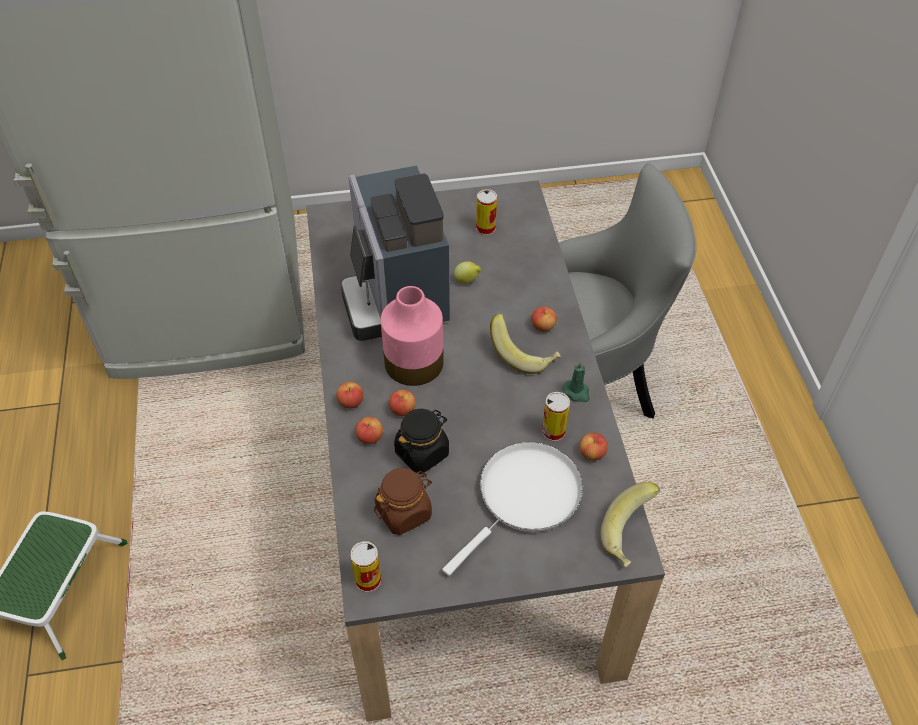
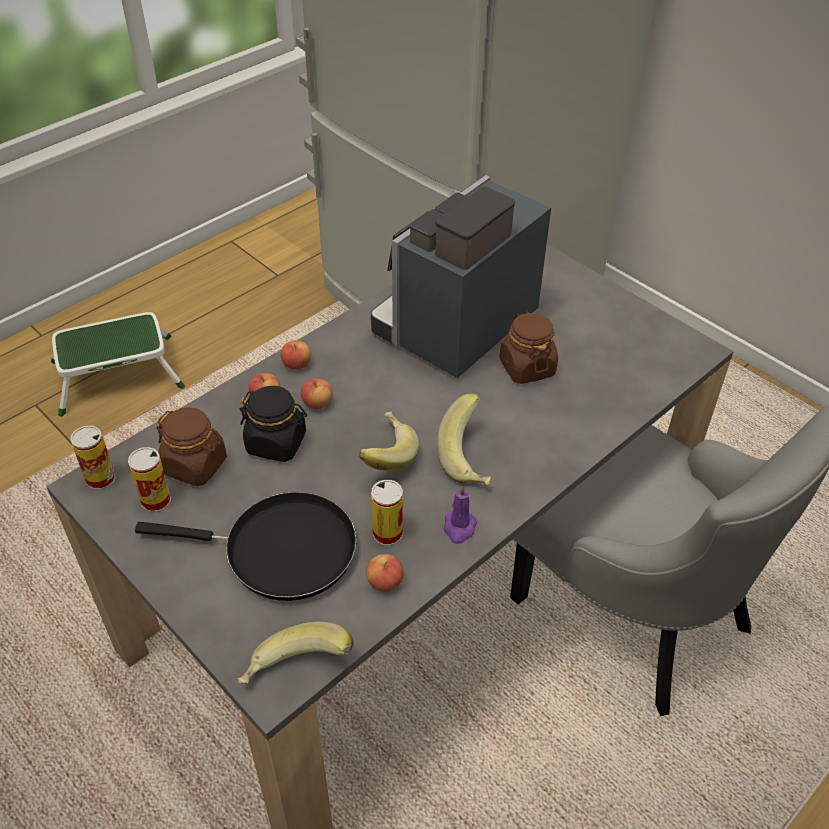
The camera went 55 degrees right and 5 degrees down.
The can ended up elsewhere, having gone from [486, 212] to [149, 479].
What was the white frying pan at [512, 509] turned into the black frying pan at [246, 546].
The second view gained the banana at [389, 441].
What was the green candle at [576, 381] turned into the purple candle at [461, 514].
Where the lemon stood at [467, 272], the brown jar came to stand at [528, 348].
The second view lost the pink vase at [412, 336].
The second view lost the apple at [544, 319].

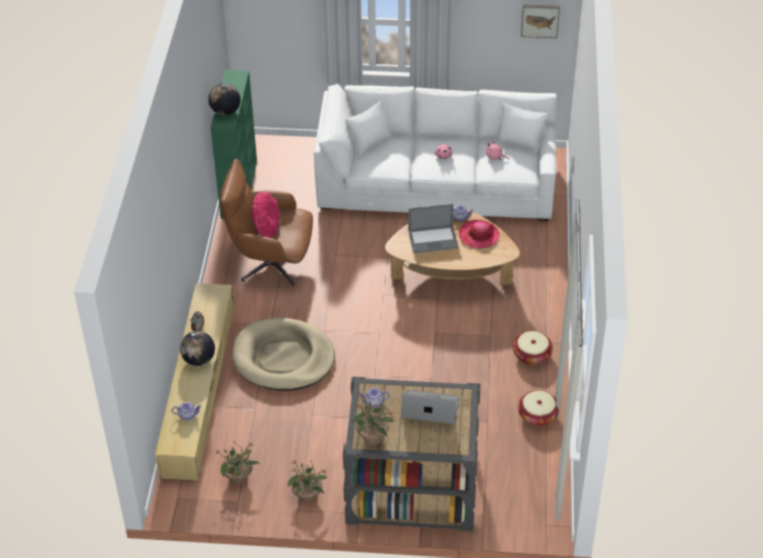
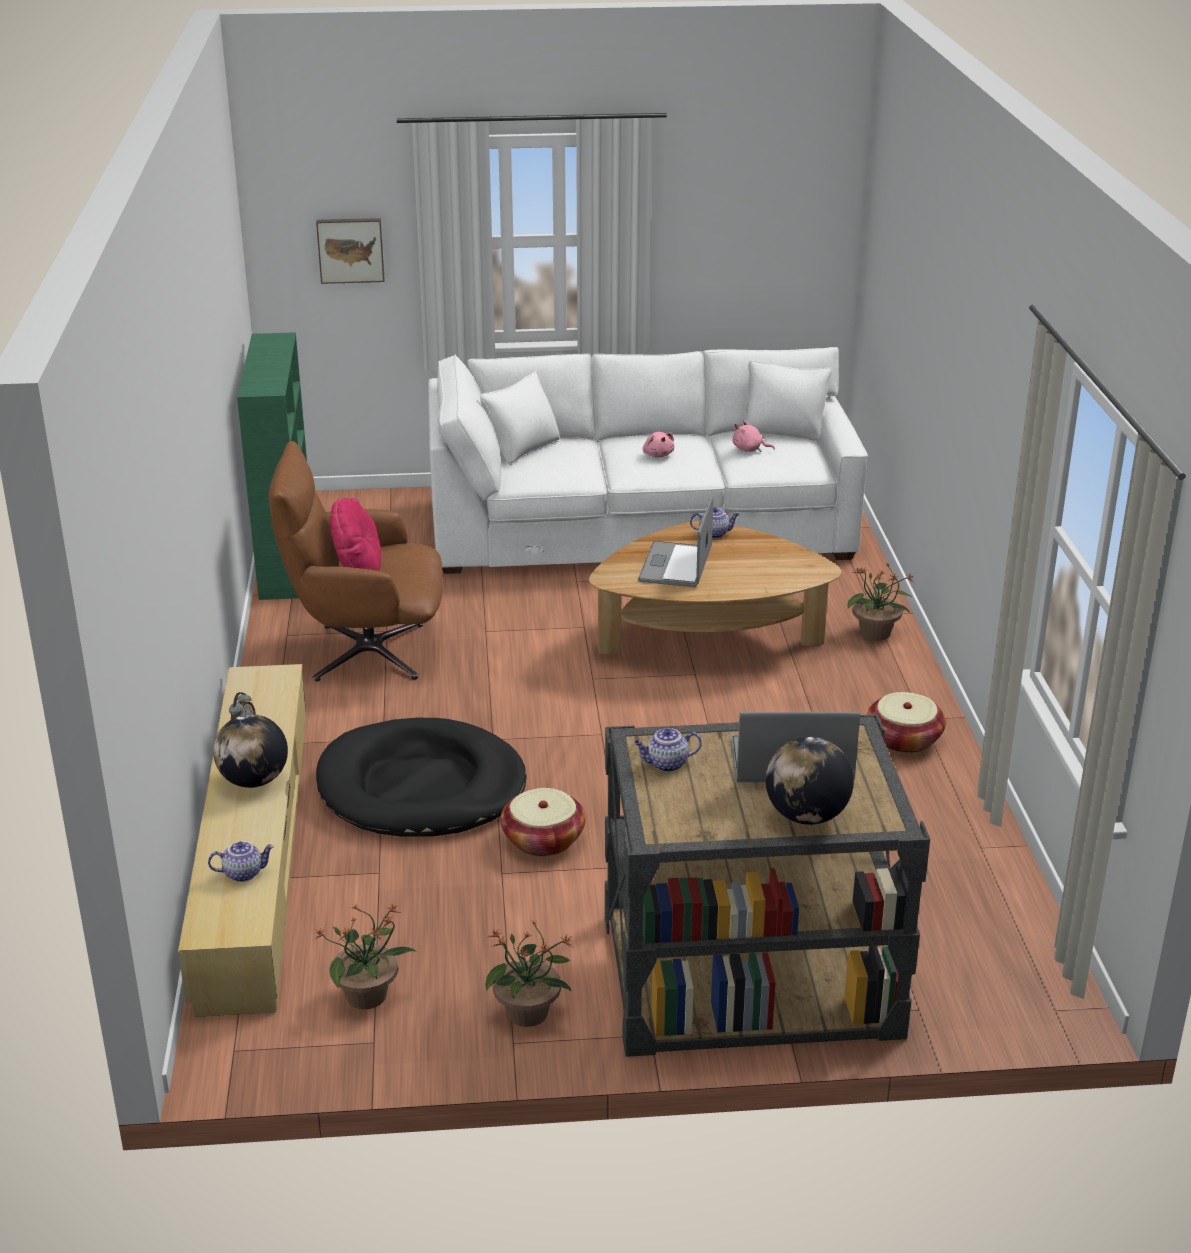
The camera went 10 degrees left and 15 degrees down.
The picture ended up elsewhere, having gone from [540, 21] to [350, 251].
What was the beige dog bed at [283, 354] turned into the black dog bed at [421, 777].
The basket ended up elsewhere, having gone from [538, 408] to [543, 822].
The laptop at [433, 228] ended up facing another way, 120 degrees clockwise from before.
The globe ended up elsewhere, having gone from [224, 99] to [809, 781].
The potted plant ended up elsewhere, having gone from [373, 421] to [881, 602].
The second view lost the hat at [479, 234].

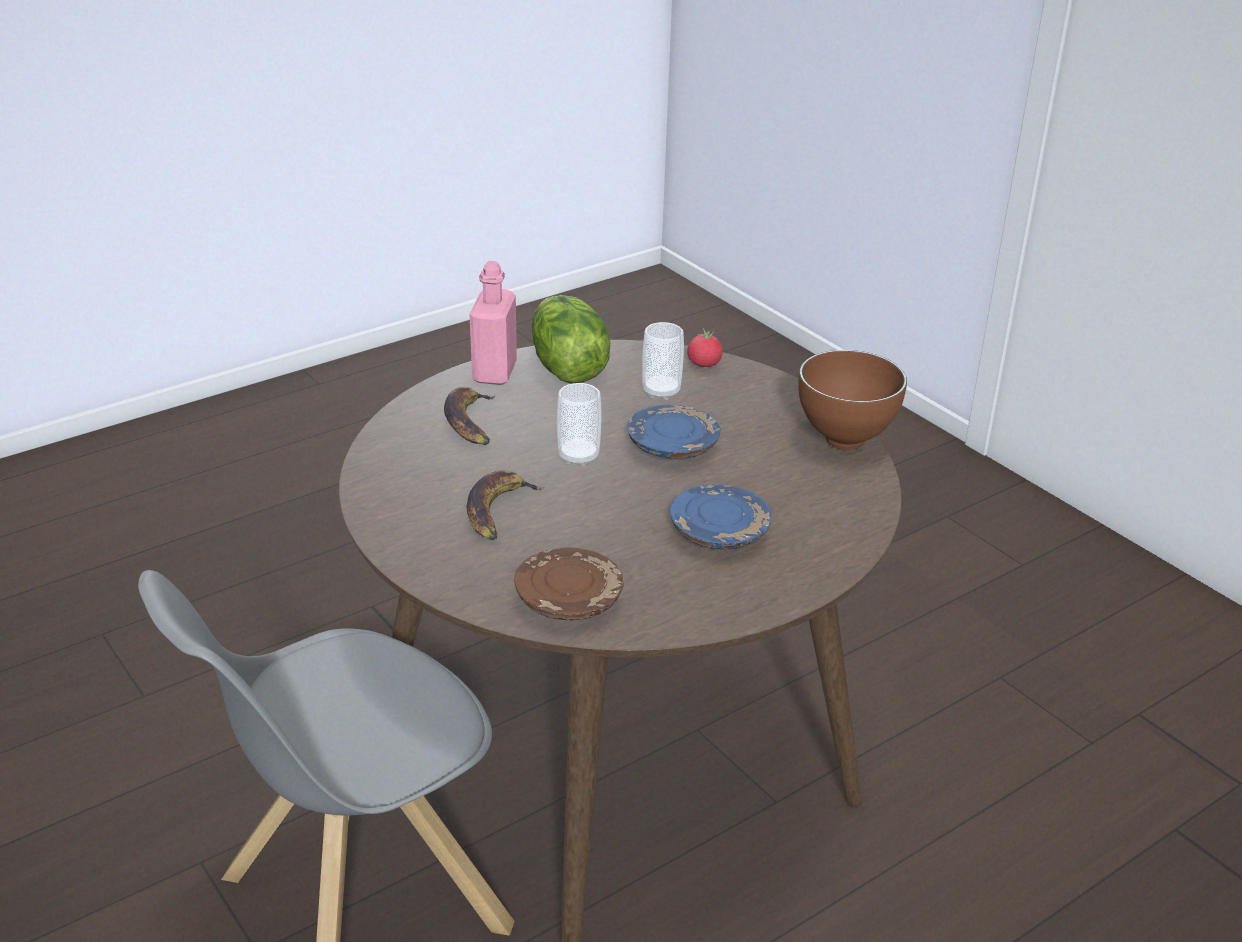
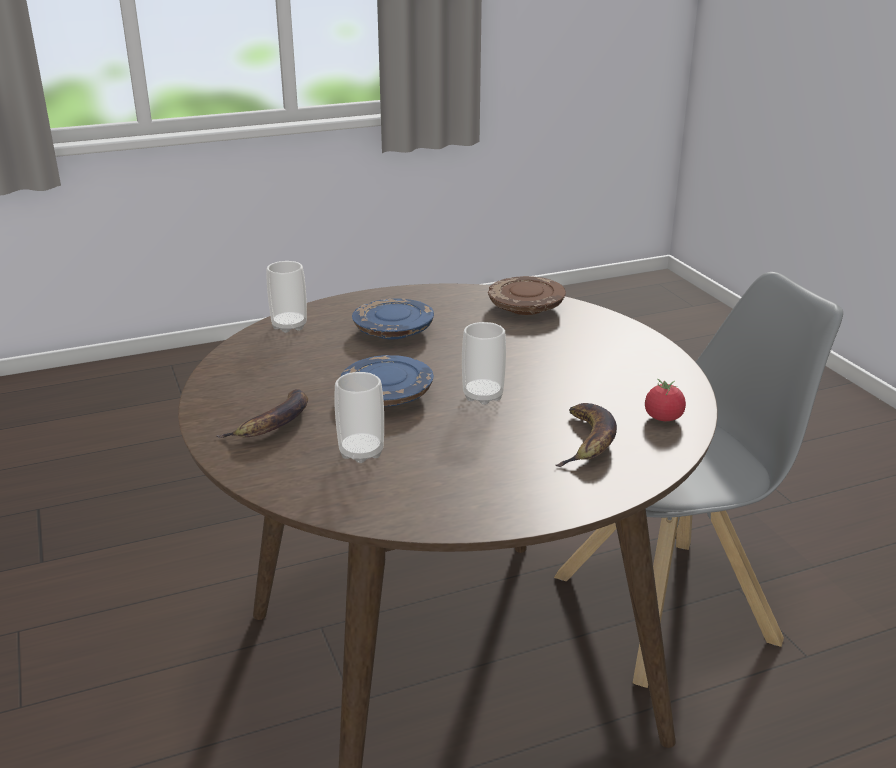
The camera went 165 degrees left and 5 degrees down.
The banana ended up elsewhere, having gone from [505, 505] to [262, 413].
The second view gained the cup at [287, 297].
The tomato ended up elsewhere, having gone from [705, 347] to [665, 400].
The second view lost the pink bottle at [493, 323].
The second view lost the lettuce at [571, 339].
The second view lost the brown bowl at [852, 400].

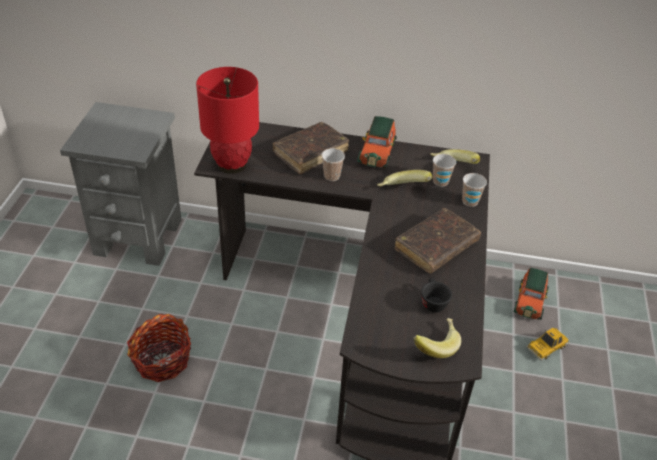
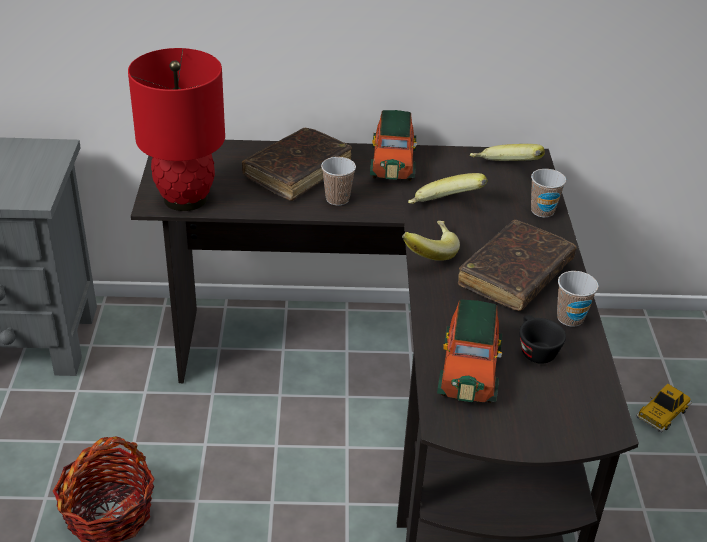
The camera went 10 degrees left and 5 degrees down.
The banana ended up elsewhere, having gone from [437, 338] to [431, 241].
The toy car ended up elsewhere, having gone from [531, 294] to [469, 351].
The cup ended up elsewhere, having gone from [444, 170] to [578, 299].

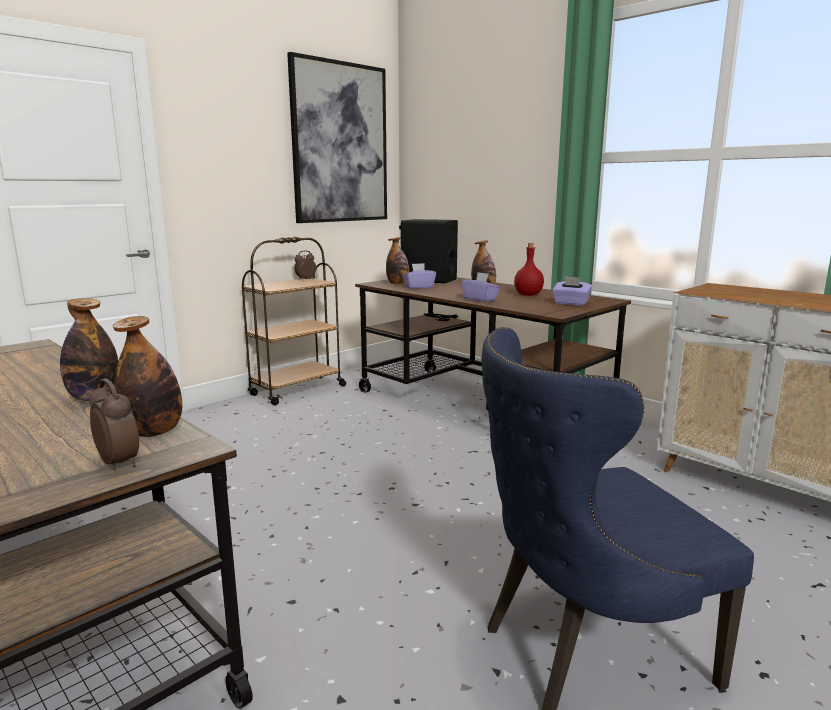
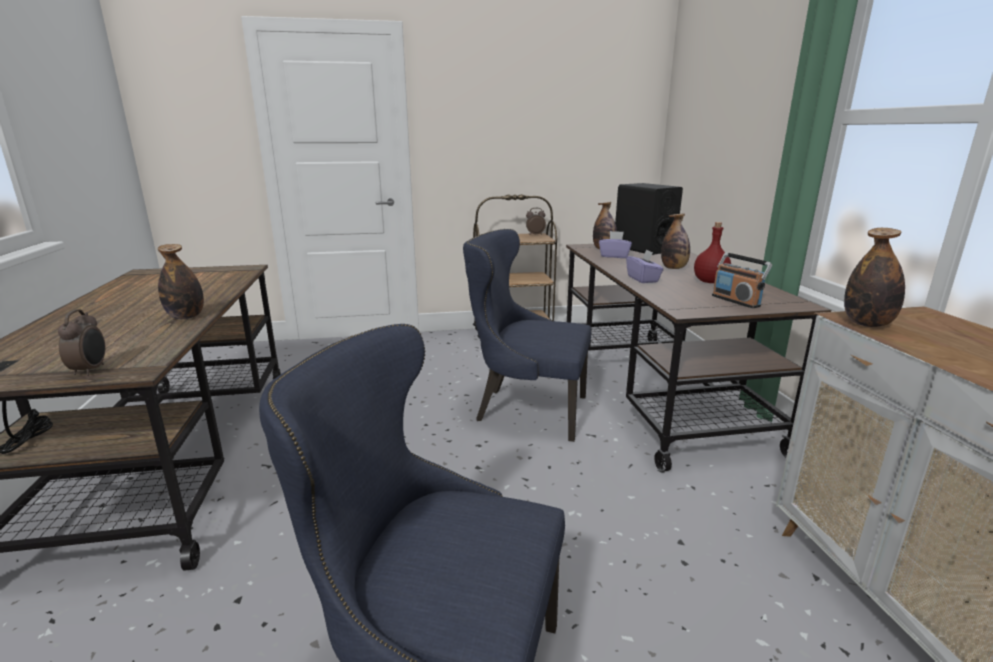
The camera went 35 degrees right and 5 degrees up.
The second view gained the blue chair at [527, 335].
Where the purple tissue box stood at [572, 291], the radio came to stand at [742, 280].
The bottle ended up elsewhere, having gone from [147, 376] to [874, 277].
The second view lost the picture at [337, 137].

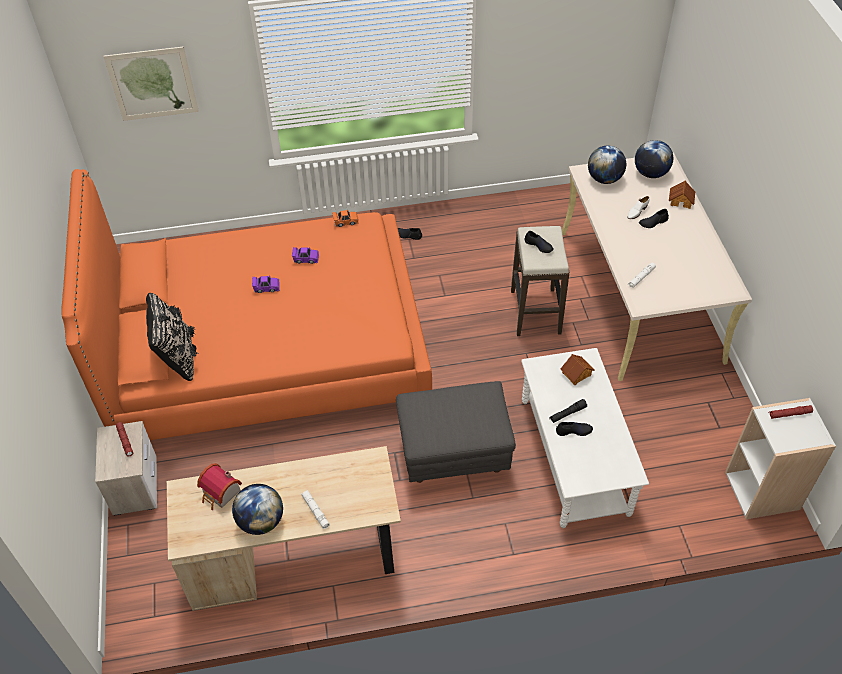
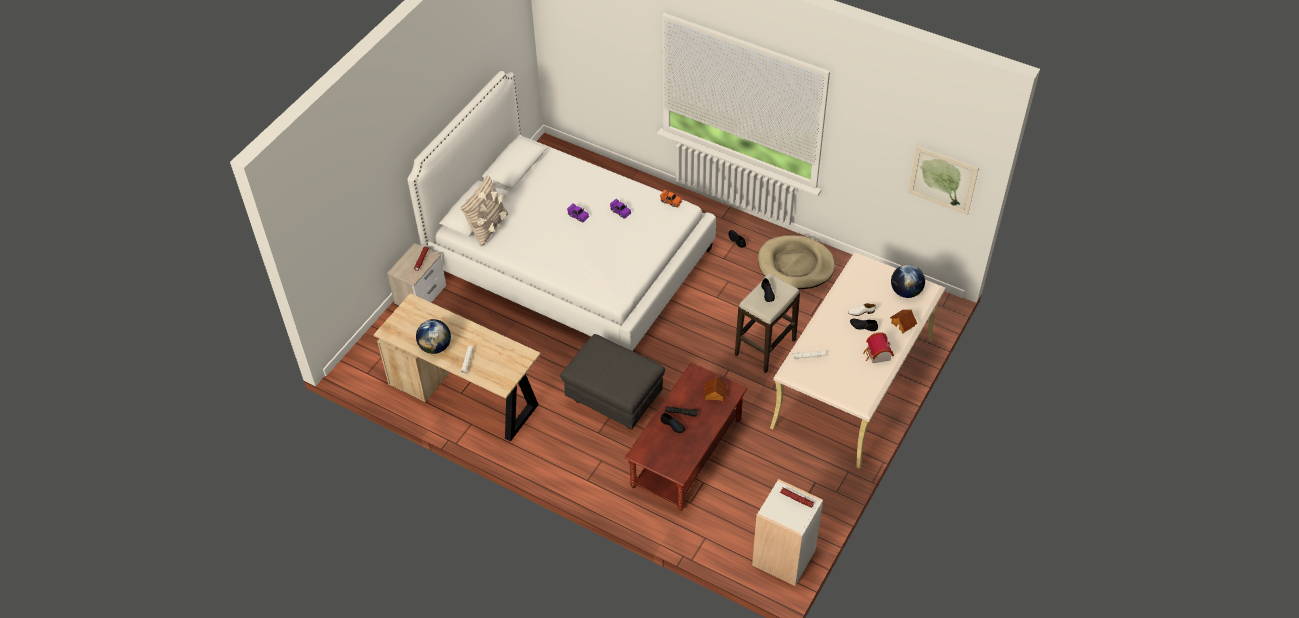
The camera went 40 degrees right and 0 degrees up.
What was the orange bed at [246, 304] turned into the white bed at [561, 211].
What was the black pillow at [172, 337] turned into the beige pillow at [484, 211].
What was the white coffee table at [585, 438] turned into the brown coffee table at [686, 436].
The second view gained the beige dog bed at [796, 262].
The toy house ended up elsewhere, having gone from [219, 486] to [878, 347].
The picture ended up elsewhere, having gone from [151, 83] to [943, 180].
The second view lost the globe at [607, 165].

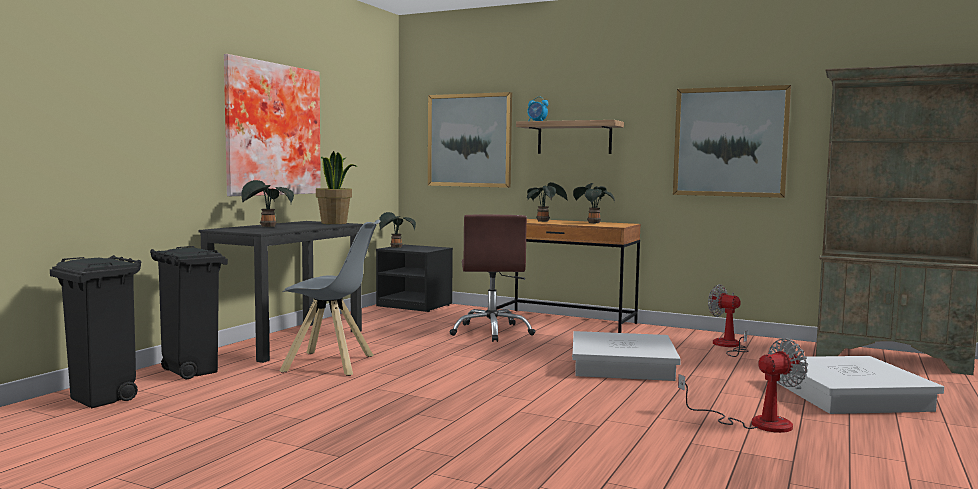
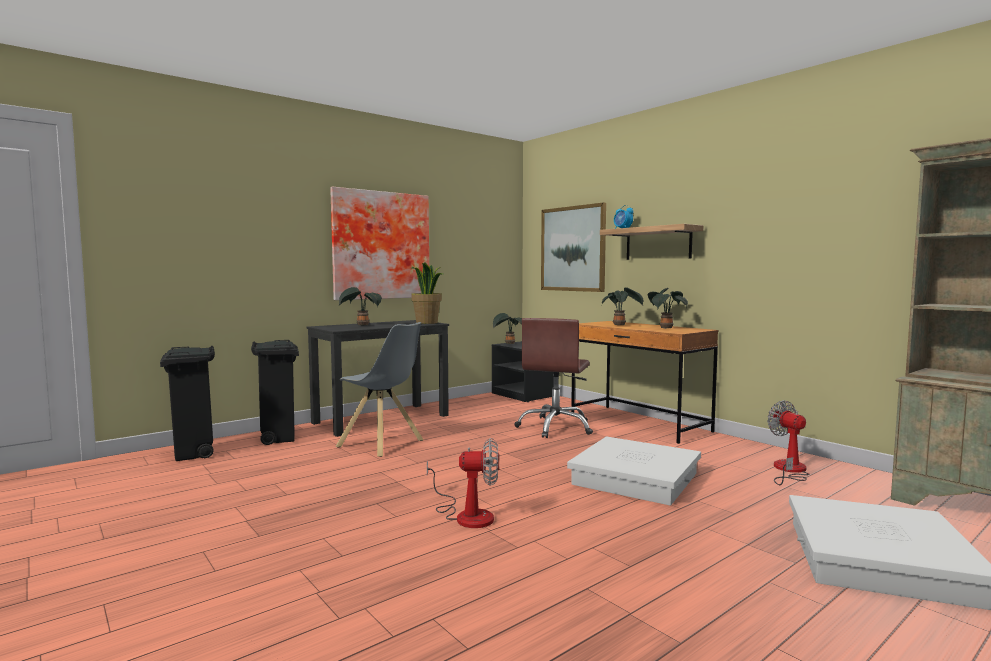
The camera went 25 degrees right and 0 degrees up.
The fan ended up elsewhere, having gone from [743, 385] to [463, 483].
The second view lost the picture at [732, 141].

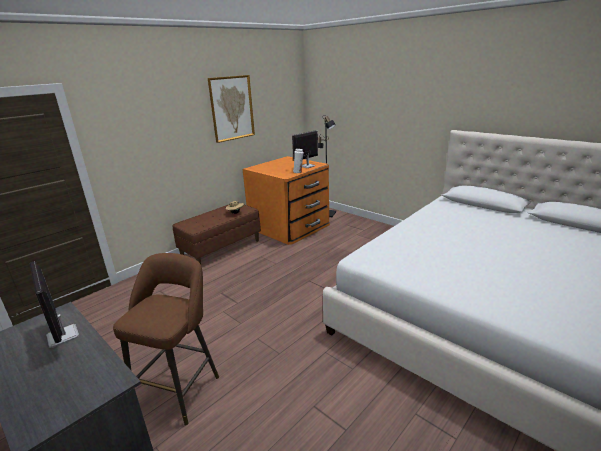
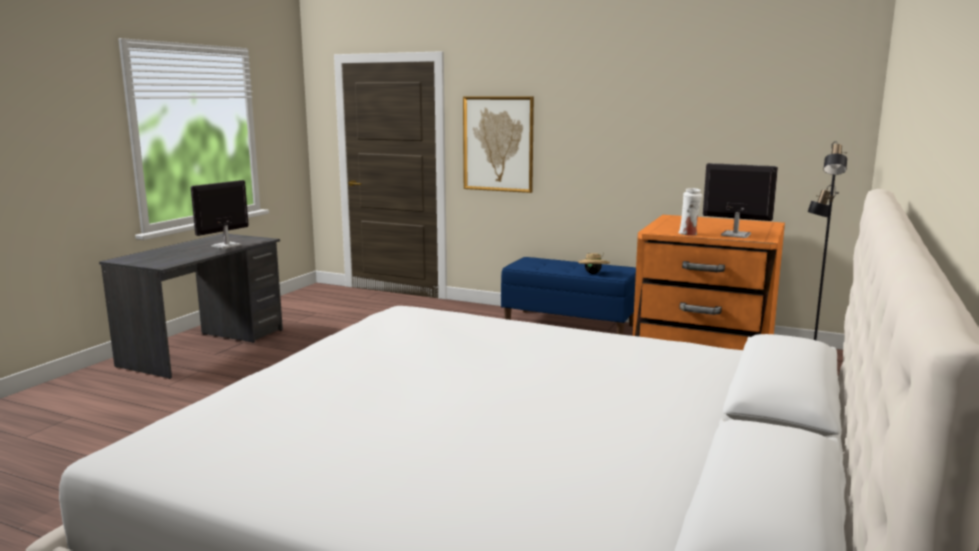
The camera went 70 degrees right and 10 degrees down.
The picture ended up elsewhere, having gone from [231, 109] to [498, 144].
What was the brown bench at [217, 234] turned into the blue bench at [568, 296].
The second view lost the brown stool at [166, 339].

